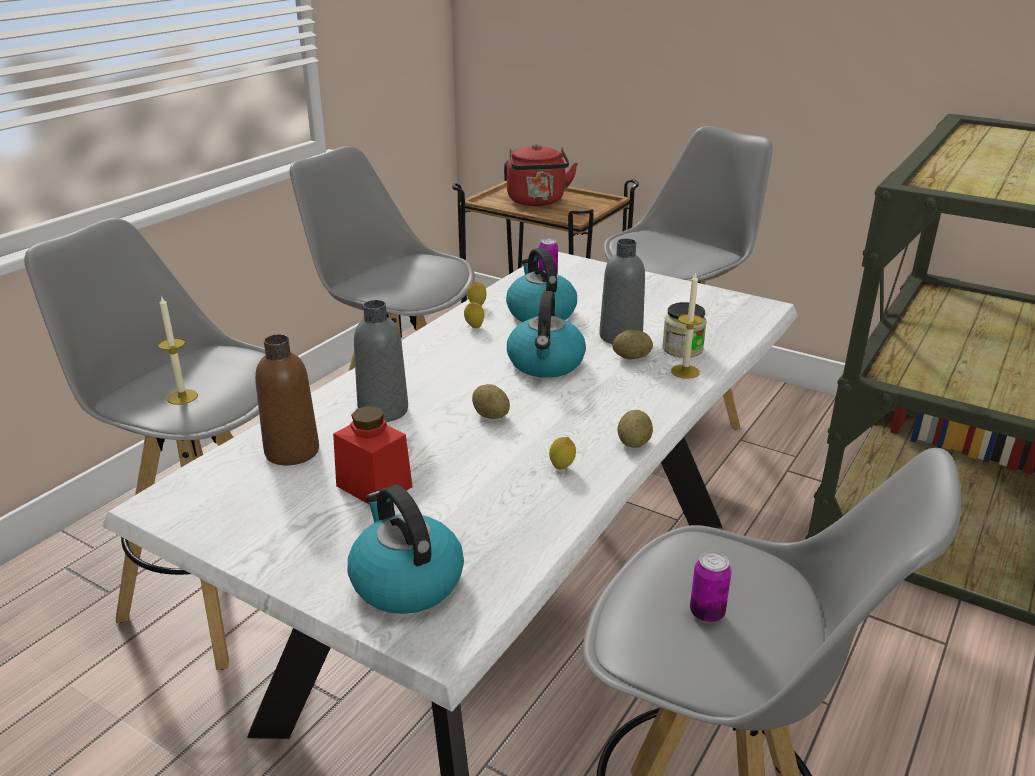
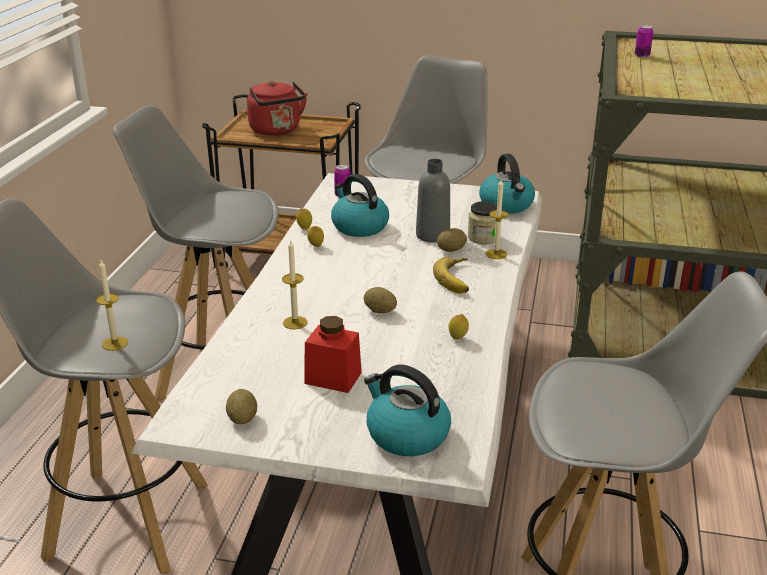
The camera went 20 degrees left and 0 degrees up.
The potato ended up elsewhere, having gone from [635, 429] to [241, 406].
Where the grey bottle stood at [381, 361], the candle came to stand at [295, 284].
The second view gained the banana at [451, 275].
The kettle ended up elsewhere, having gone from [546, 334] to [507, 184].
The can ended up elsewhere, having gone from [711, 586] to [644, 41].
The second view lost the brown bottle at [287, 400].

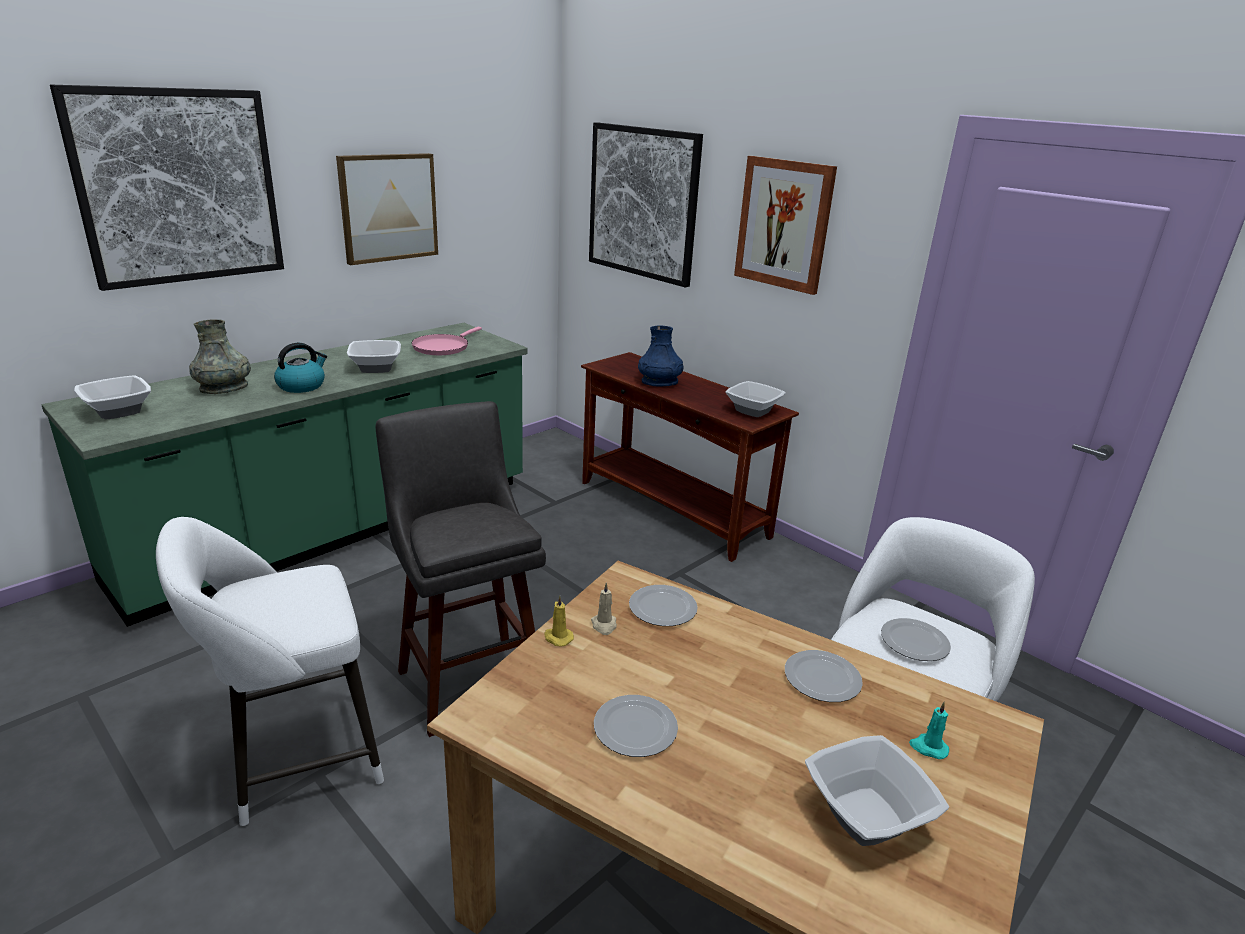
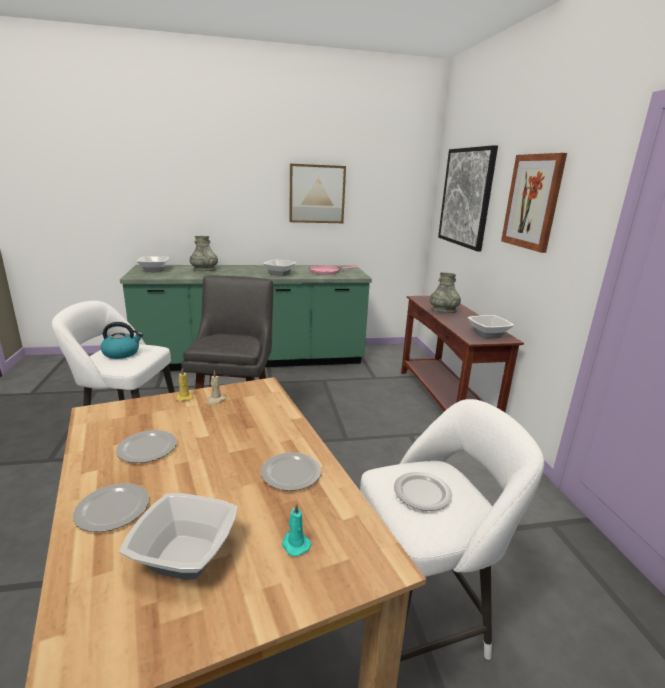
The camera went 35 degrees right and 5 degrees down.
The plate ended up elsewhere, having gone from [663, 605] to [111, 507].
The kettle ended up elsewhere, having gone from [300, 368] to [122, 340].
What was the blue vase at [660, 356] turned into the grey vase at [445, 293].
The second view lost the picture at [167, 188].

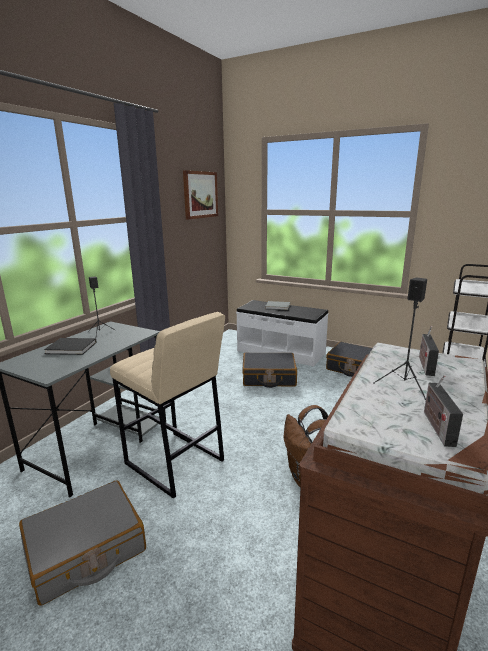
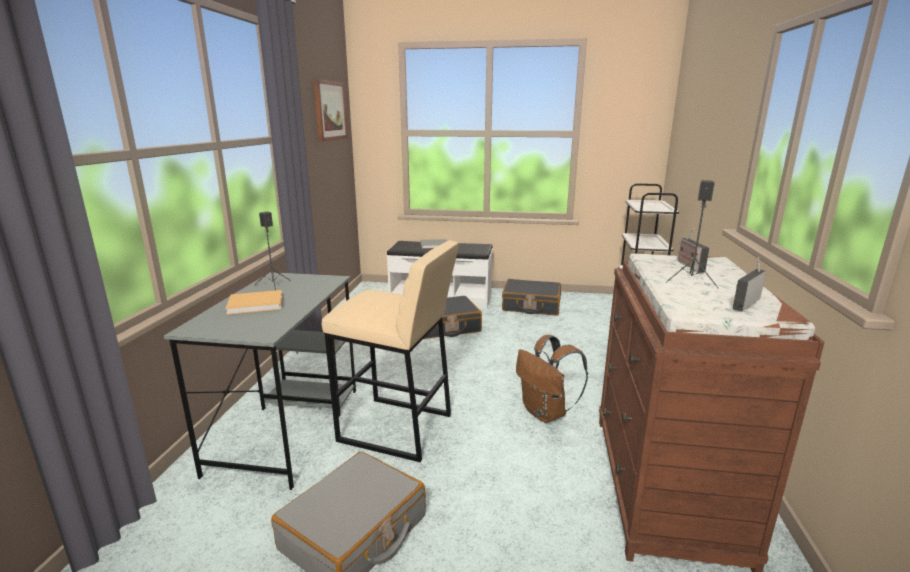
The camera went 20 degrees left and 0 degrees up.
What was the black book at [70, 346] turned into the beige book at [253, 302].
The radio at [443, 411] ended up facing another way, 60 degrees clockwise from before.

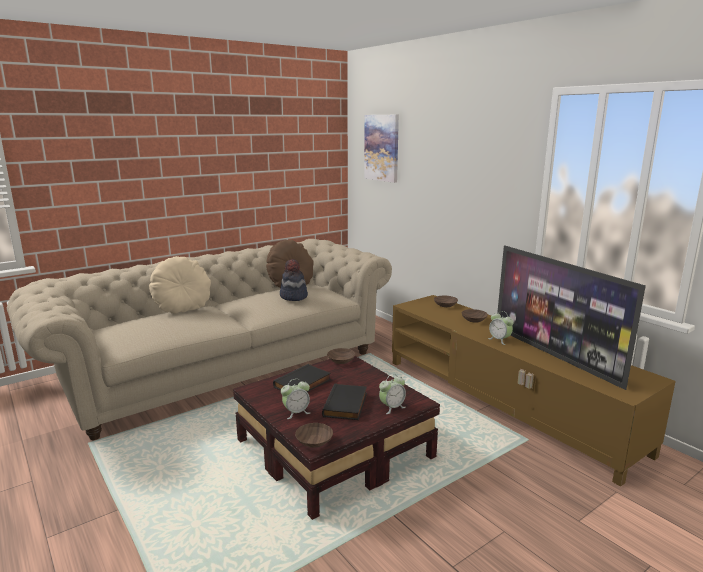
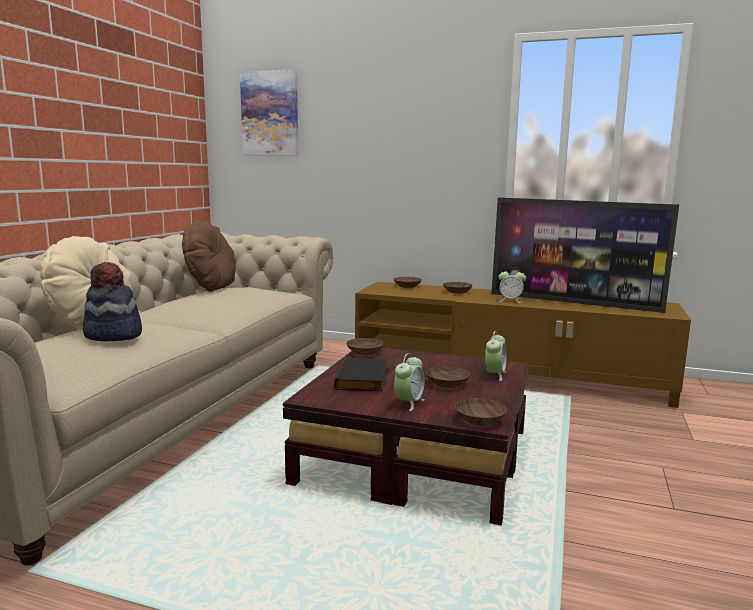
The camera went 35 degrees left and 5 degrees down.
The hat ended up elsewhere, having gone from [294, 280] to [112, 302].
Where the black book stood at [344, 402], the brown bowl came to stand at [448, 377].

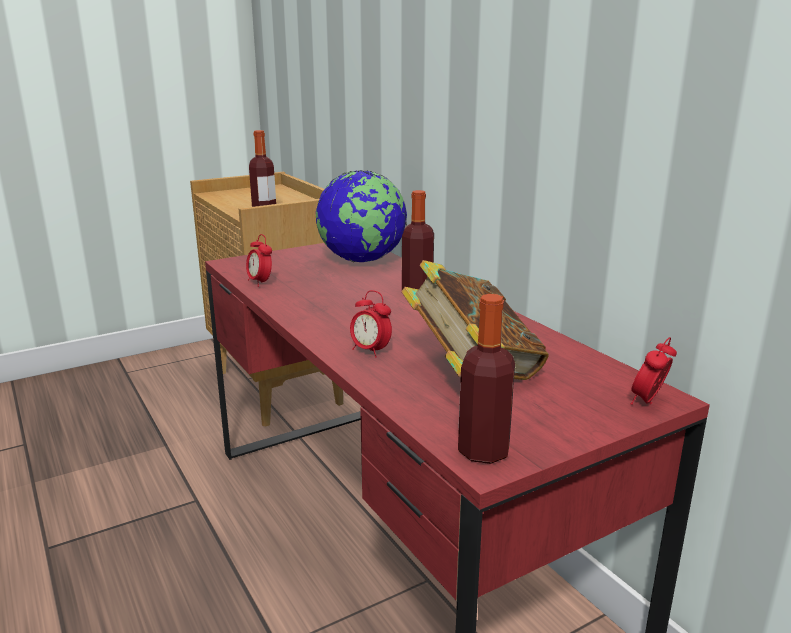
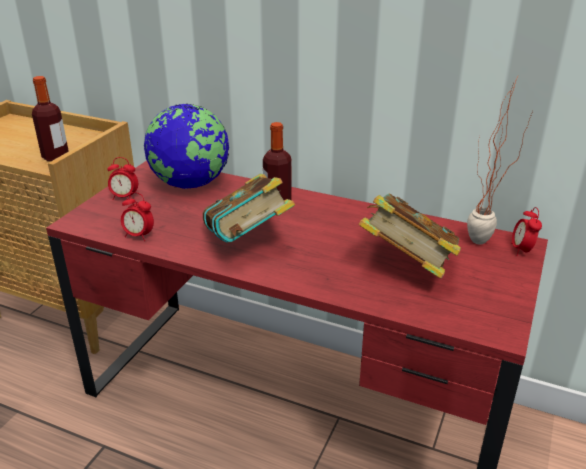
The camera went 35 degrees left and 10 degrees up.
The alarm clock ended up elsewhere, having gone from [371, 324] to [122, 178].
The second view gained the book at [249, 208].
The second view gained the potted plant at [500, 160].
The second view lost the bottle at [486, 379].

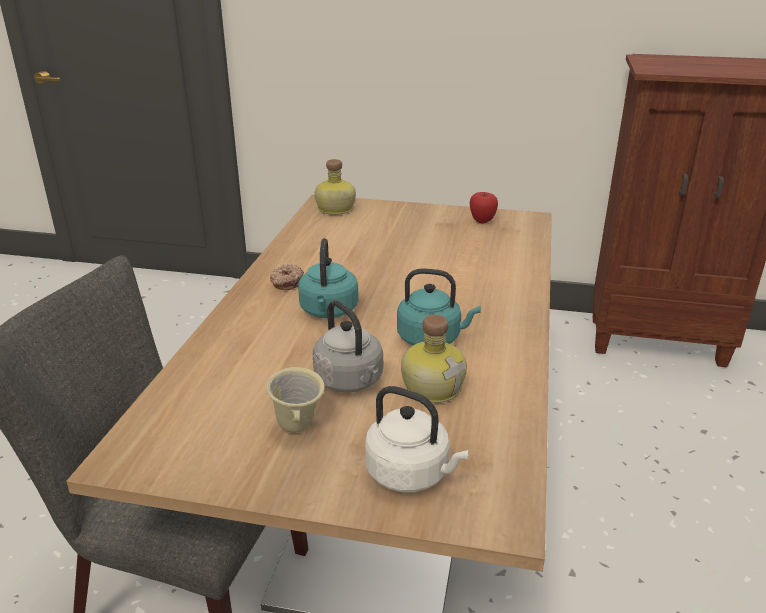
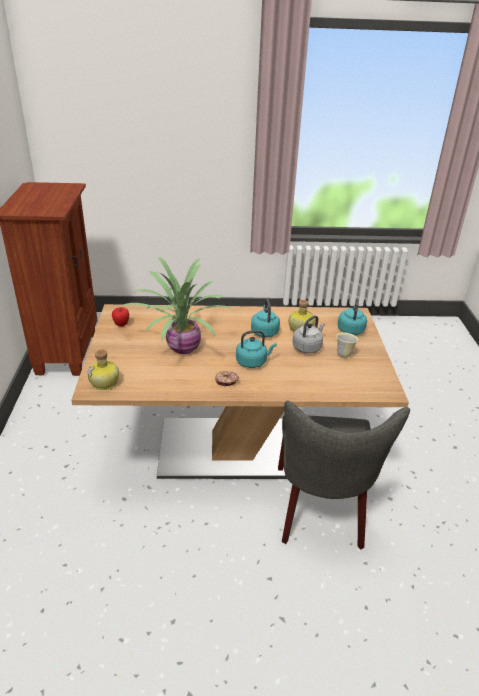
The camera went 105 degrees left and 5 degrees up.
The second view gained the potted plant at [176, 305].
What was the white kettle at [417, 439] turned into the turquoise kettle at [352, 316].

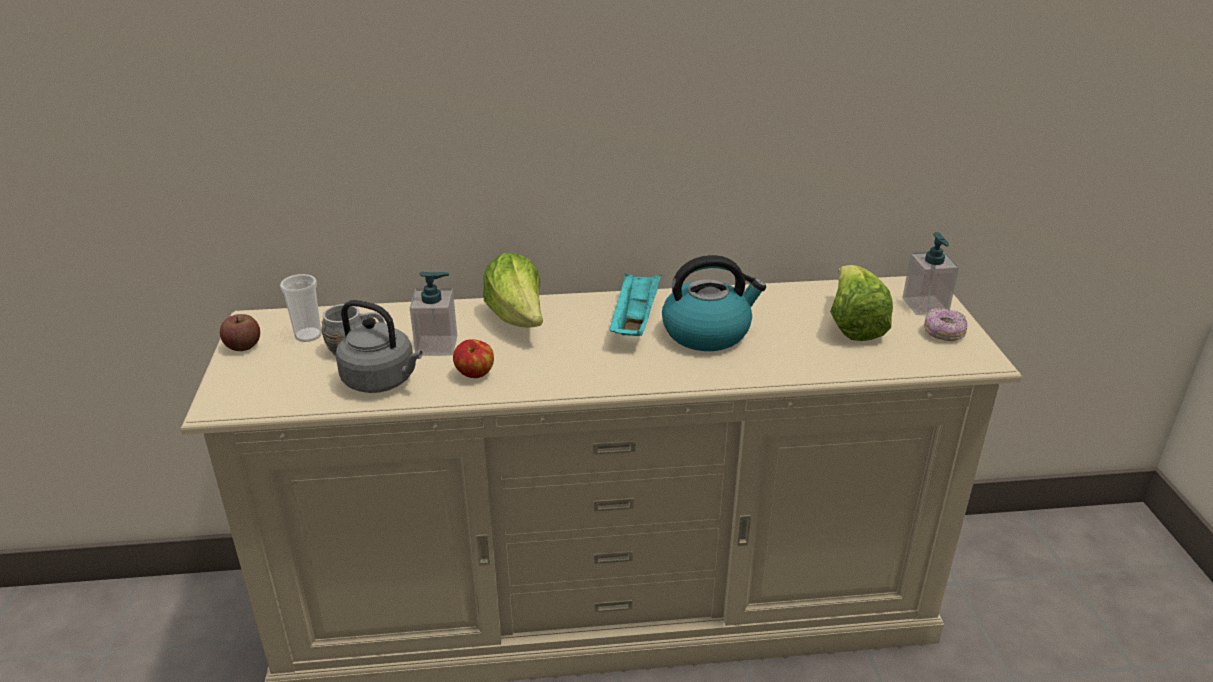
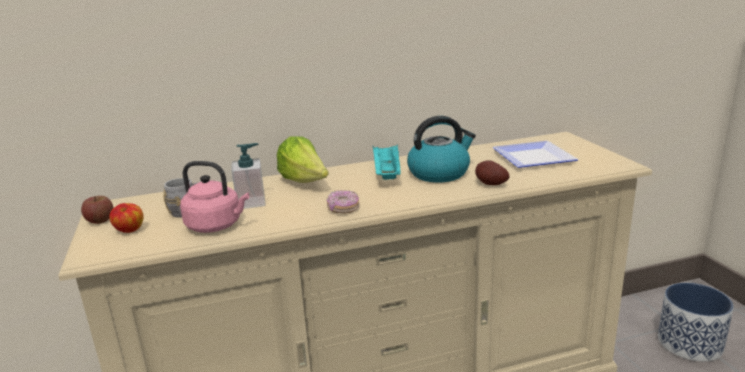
The camera went 10 degrees left and 10 degrees down.
The apple ended up elsewhere, having gone from [473, 358] to [126, 218].
What was the grey kettle at [379, 346] turned into the pink kettle at [214, 197].
The donut ended up elsewhere, having gone from [946, 324] to [343, 202].
The second view gained the potato at [492, 172].
Where the lettuce stood at [861, 303], the plate came to stand at [535, 154].
The second view gained the planter at [696, 322].
The second view lost the cup at [301, 308].
The second view lost the soap dispenser at [930, 273].

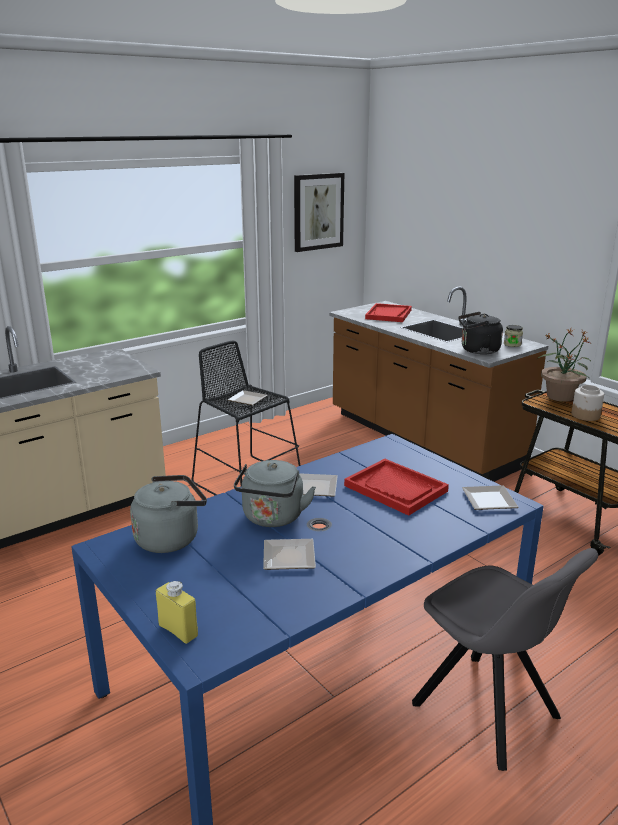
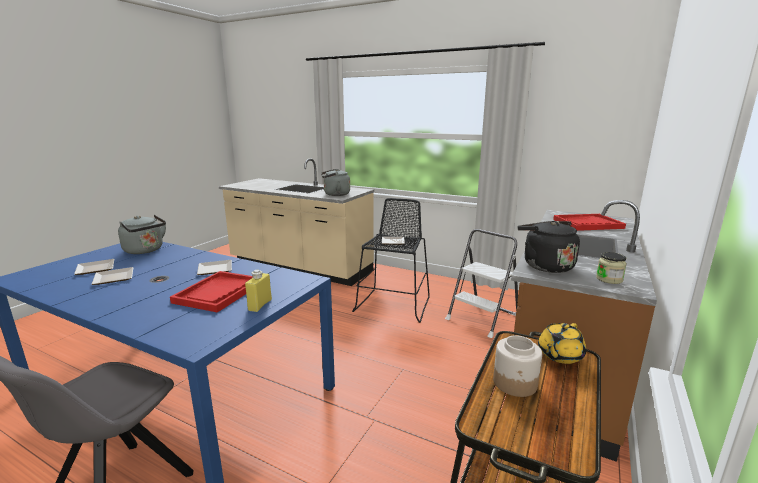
The camera went 65 degrees right and 5 degrees down.
The plate ended up elsewhere, having gone from [490, 497] to [94, 267].
The yellow bottle ended up elsewhere, having gone from [177, 612] to [258, 291].
The grey kettle ended up elsewhere, having gone from [275, 493] to [335, 182].
The second view gained the white step ladder at [481, 283].
Where the potted plant stood at [564, 365], the yellow teapot came to stand at [562, 343].
The second view lost the picture at [319, 212].

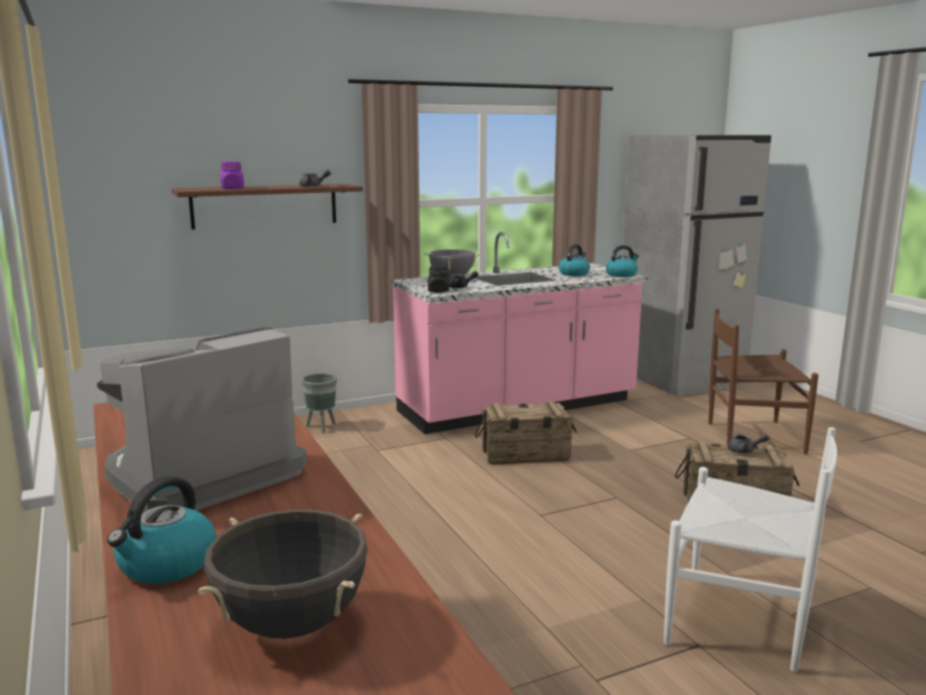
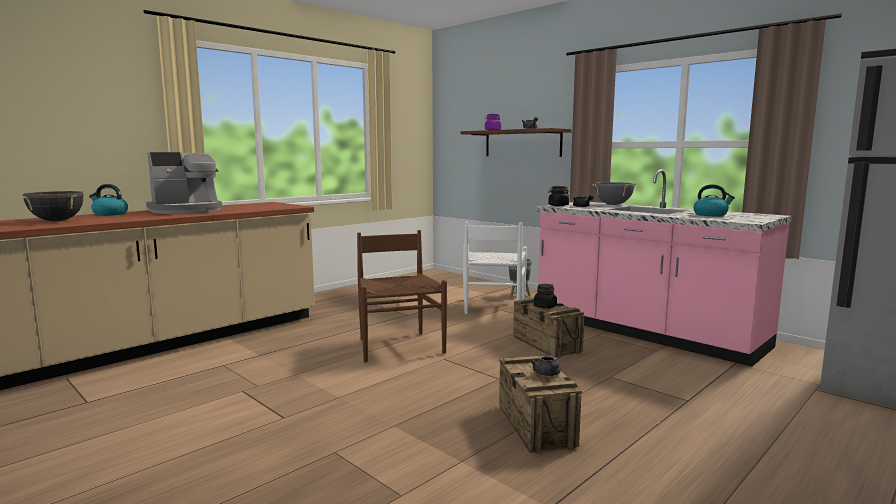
The camera went 70 degrees right and 5 degrees down.
The coffee machine at [202, 419] ended up facing another way, 120 degrees clockwise from before.
The brown chair ended up elsewhere, having gone from [763, 381] to [402, 296].
The white chair ended up elsewhere, having gone from [750, 549] to [495, 268].
The second view gained the black jar at [545, 296].
The second view lost the kettle at [622, 261].

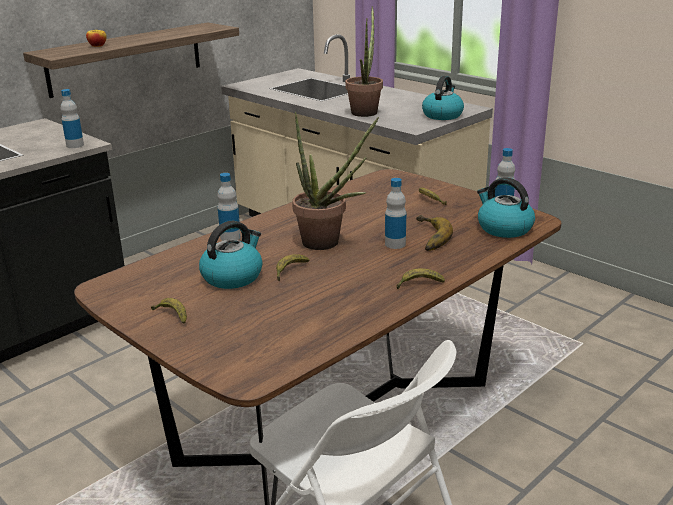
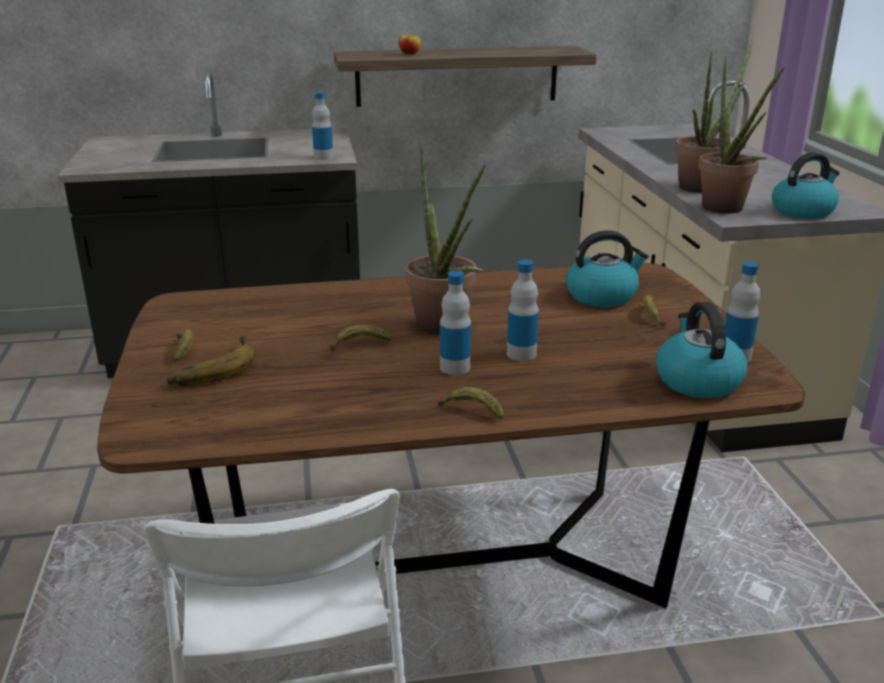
The camera went 35 degrees right and 0 degrees up.
The banana ended up elsewhere, having gone from [434, 233] to [211, 360].
The bottle ended up elsewhere, having gone from [229, 207] to [455, 323].
The kettle ended up elsewhere, having gone from [230, 255] to [607, 268].
The second view gained the potted plant at [741, 135].

